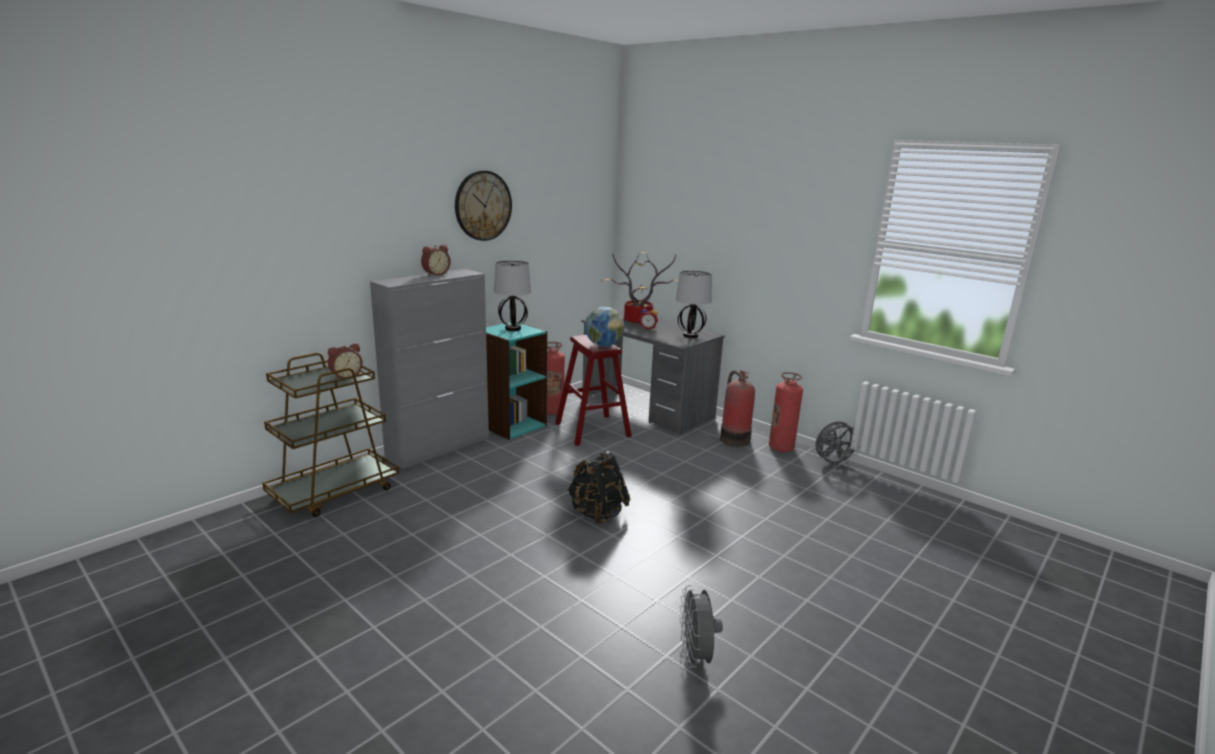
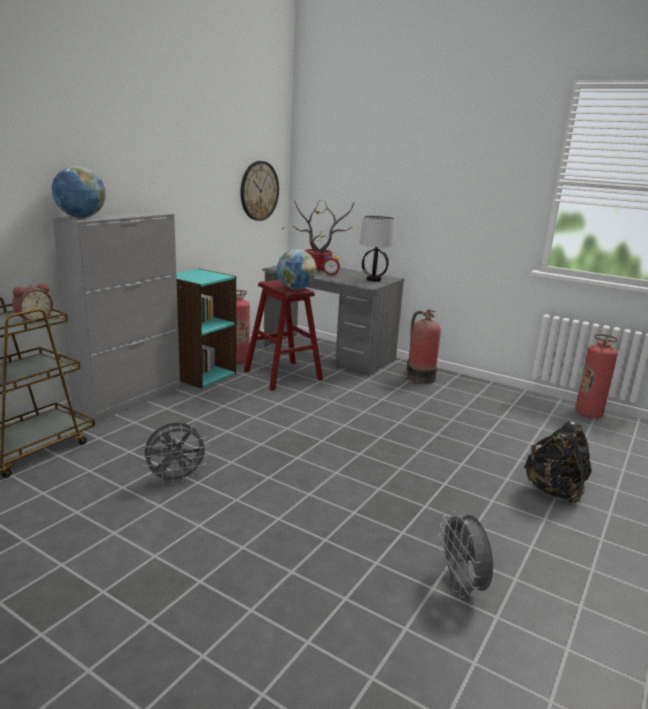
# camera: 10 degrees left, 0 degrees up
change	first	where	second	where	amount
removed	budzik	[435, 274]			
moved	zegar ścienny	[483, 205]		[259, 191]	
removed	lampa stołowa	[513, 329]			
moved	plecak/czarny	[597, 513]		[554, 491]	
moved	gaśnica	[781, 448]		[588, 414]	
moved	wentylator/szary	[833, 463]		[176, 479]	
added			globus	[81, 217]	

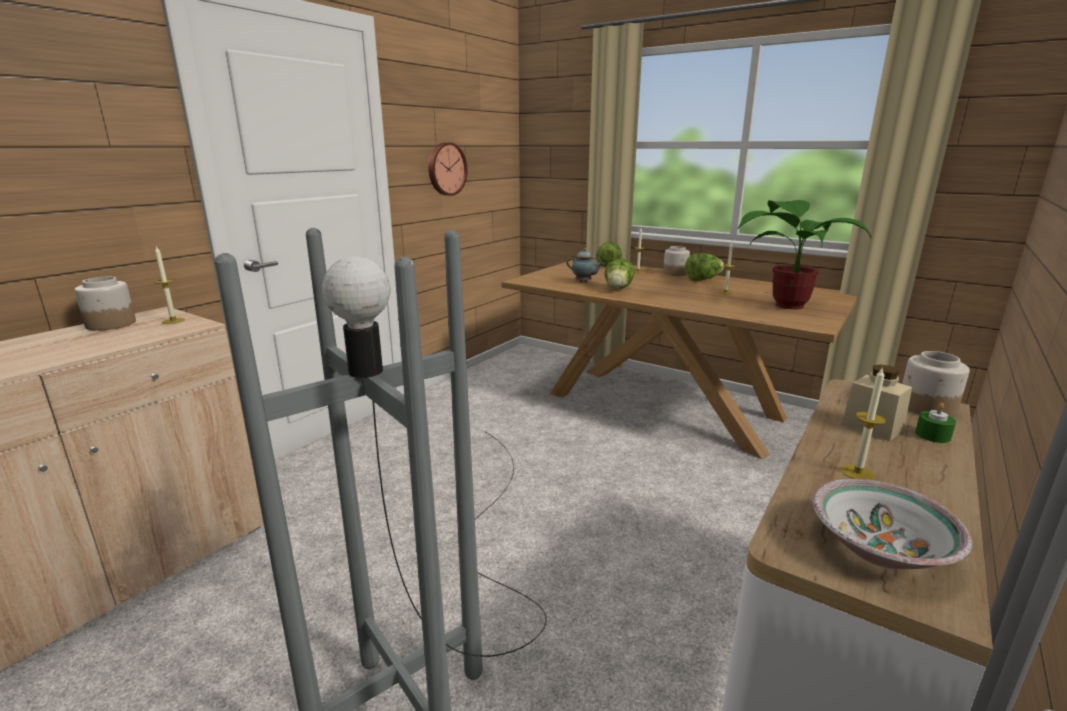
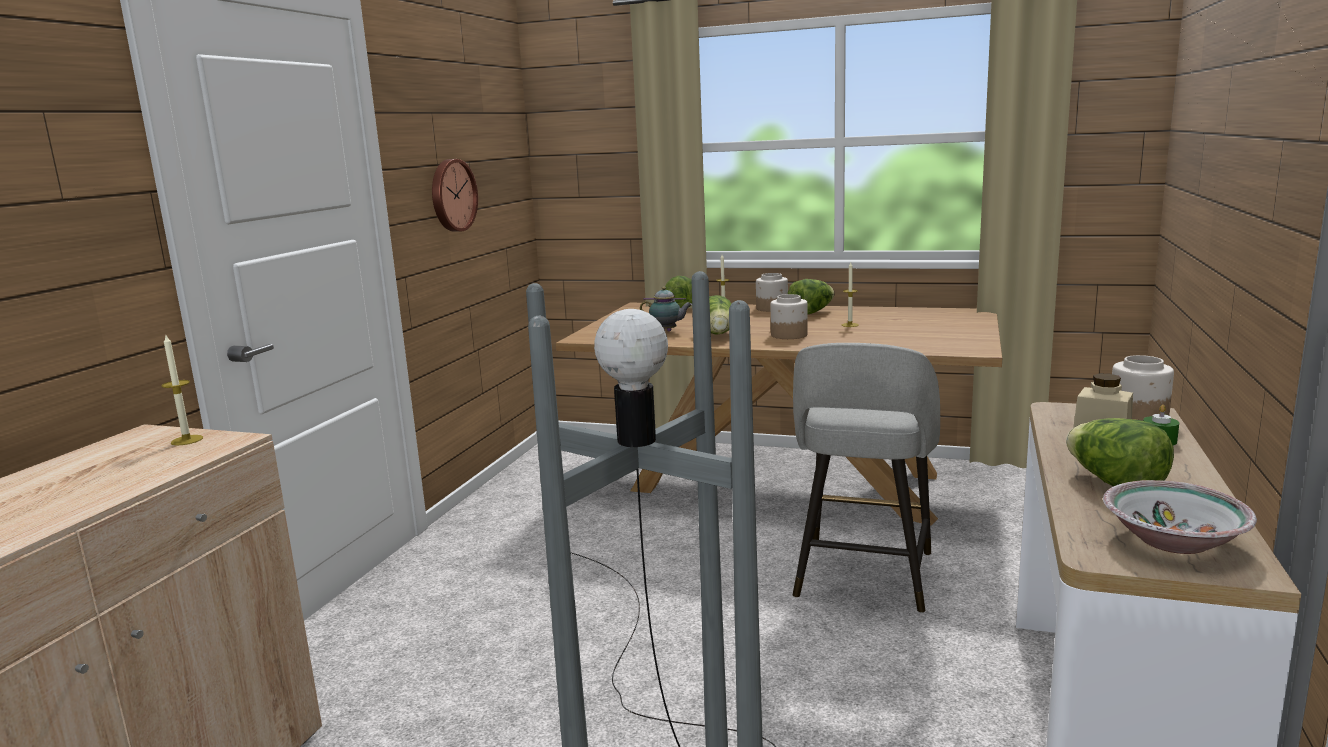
# camera: 15 degrees left, 5 degrees down
change	first	where	second	where	amount
moved	słoik	[110, 324]		[788, 335]	
removed	roślina doniczkowa	[785, 304]			
replaced	świeca	[857, 473]	sałata	[1115, 484]	
added			stołek/szary	[863, 577]	

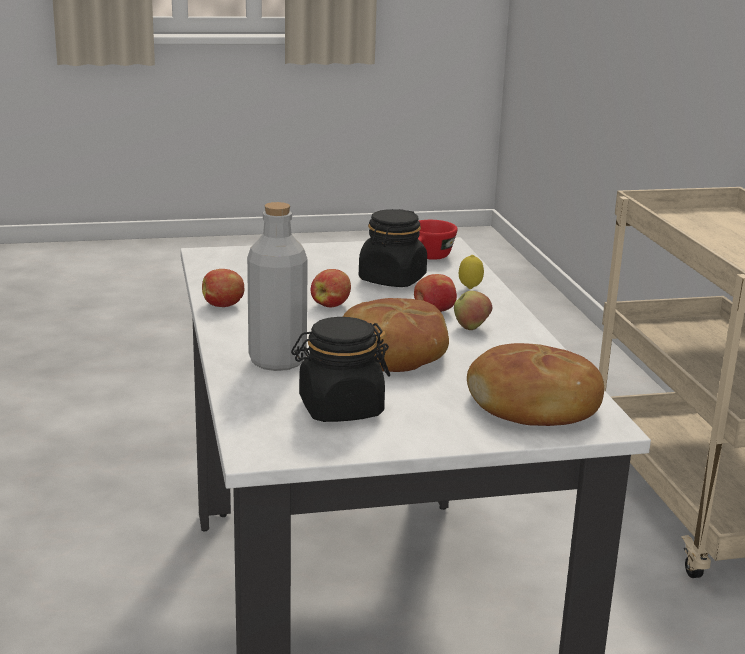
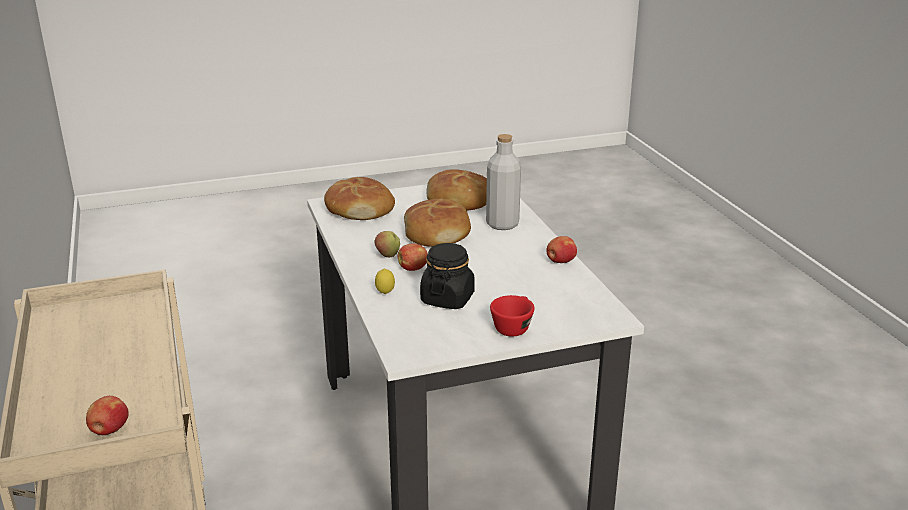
# camera: 175 degrees right, 5 degrees up
change	first	where	second	where	amount
replaced	słoik/czarny	[340, 409]	chleb	[458, 201]	
moved	jabłko	[331, 305]		[109, 430]	
moved	filiżanka/czerwony	[429, 258]		[513, 327]	

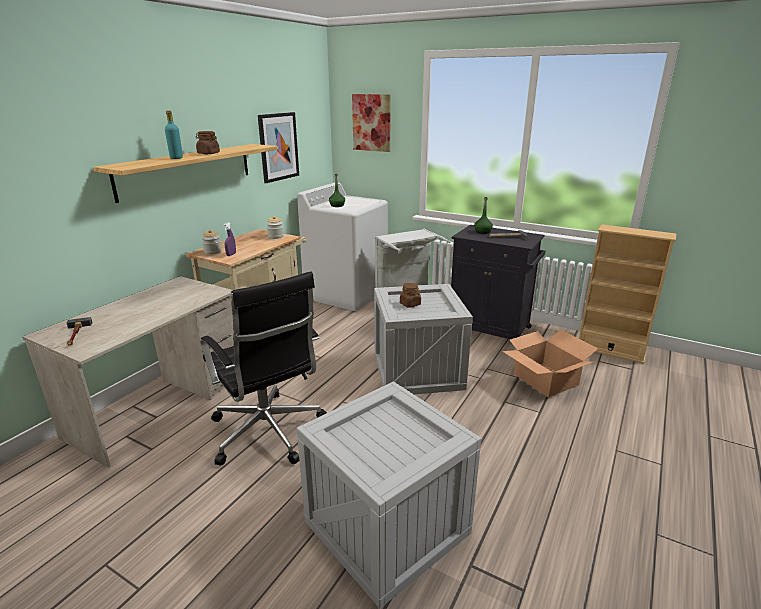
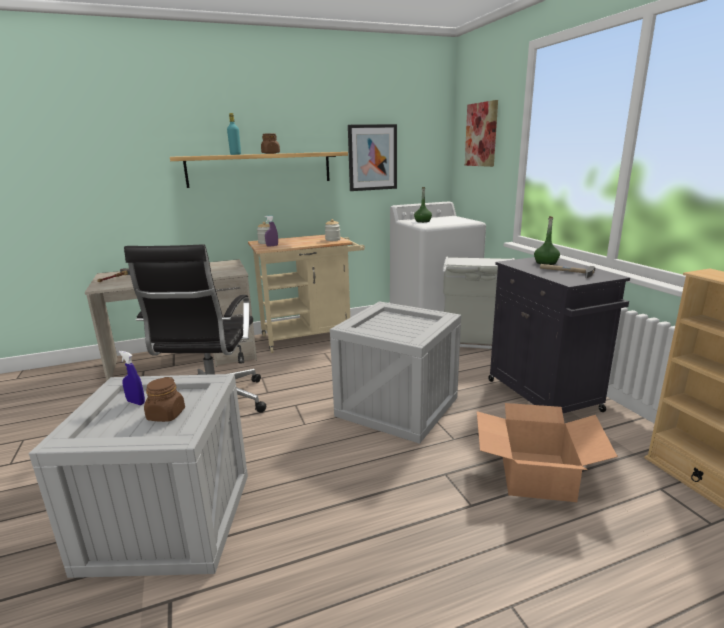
# camera: 40 degrees right, 5 degrees down
change	first	where	second	where	amount
moved	słoik/brązowy	[410, 304]		[166, 415]	
added			spryskiwacz/niebieski	[136, 402]	

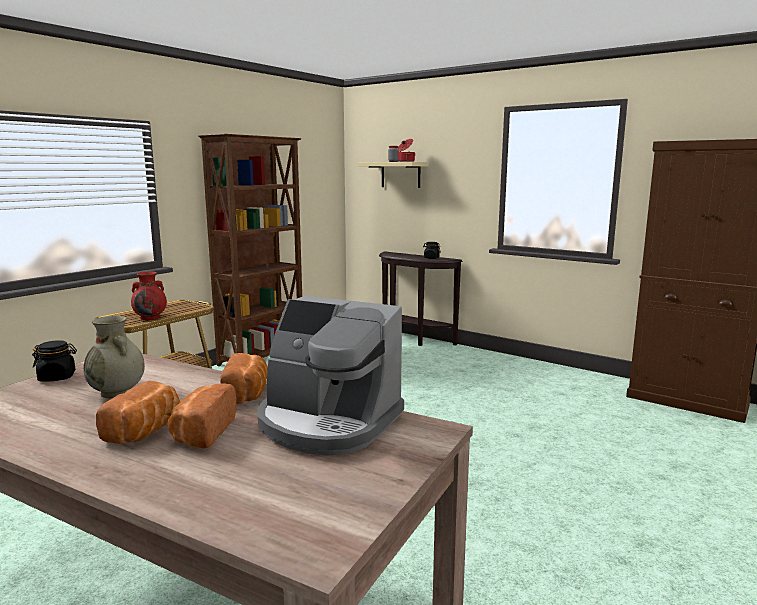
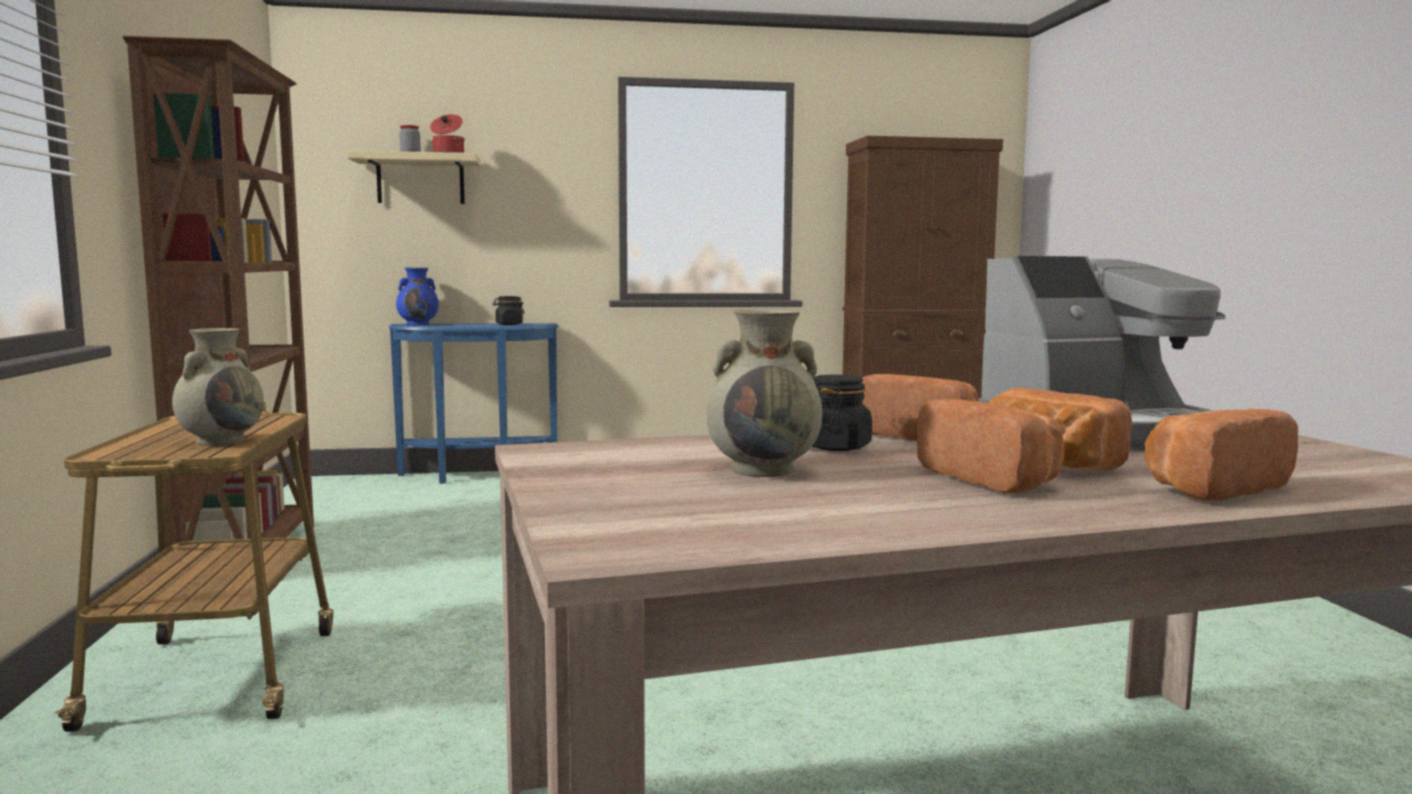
# camera: 45 degrees left, 5 degrees down
change	first	where	second	where	amount
moved	słoik/czarny	[57, 377]		[836, 447]	
recoloured	wazon/czerwony	[151, 317]	wazon/beżowy	[222, 441]	
recoloured	stolik konsolowy/brązowy	[413, 339]	stolik konsolowy/niebieski	[477, 477]	
added			wazon/niebieski	[418, 324]	
added			chleb	[1210, 487]	

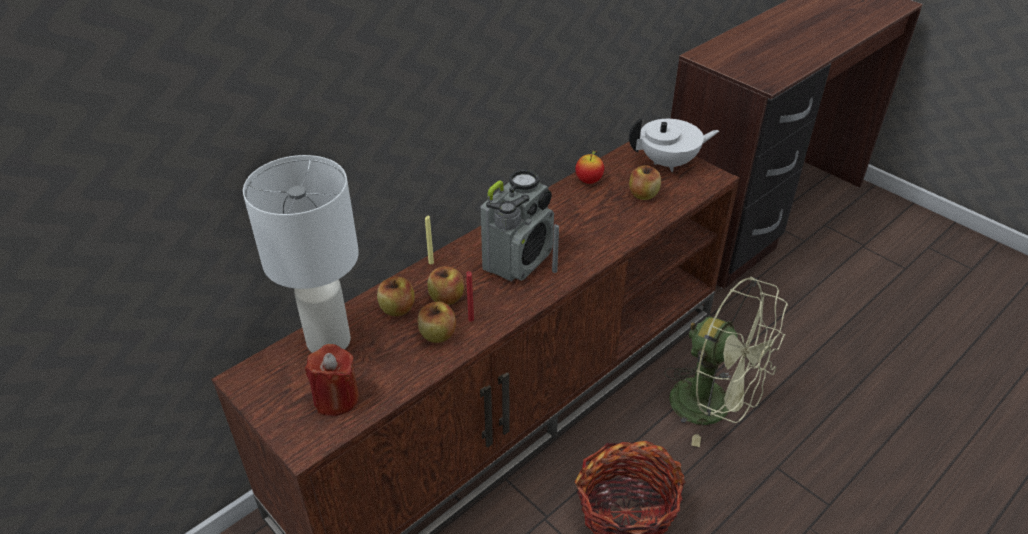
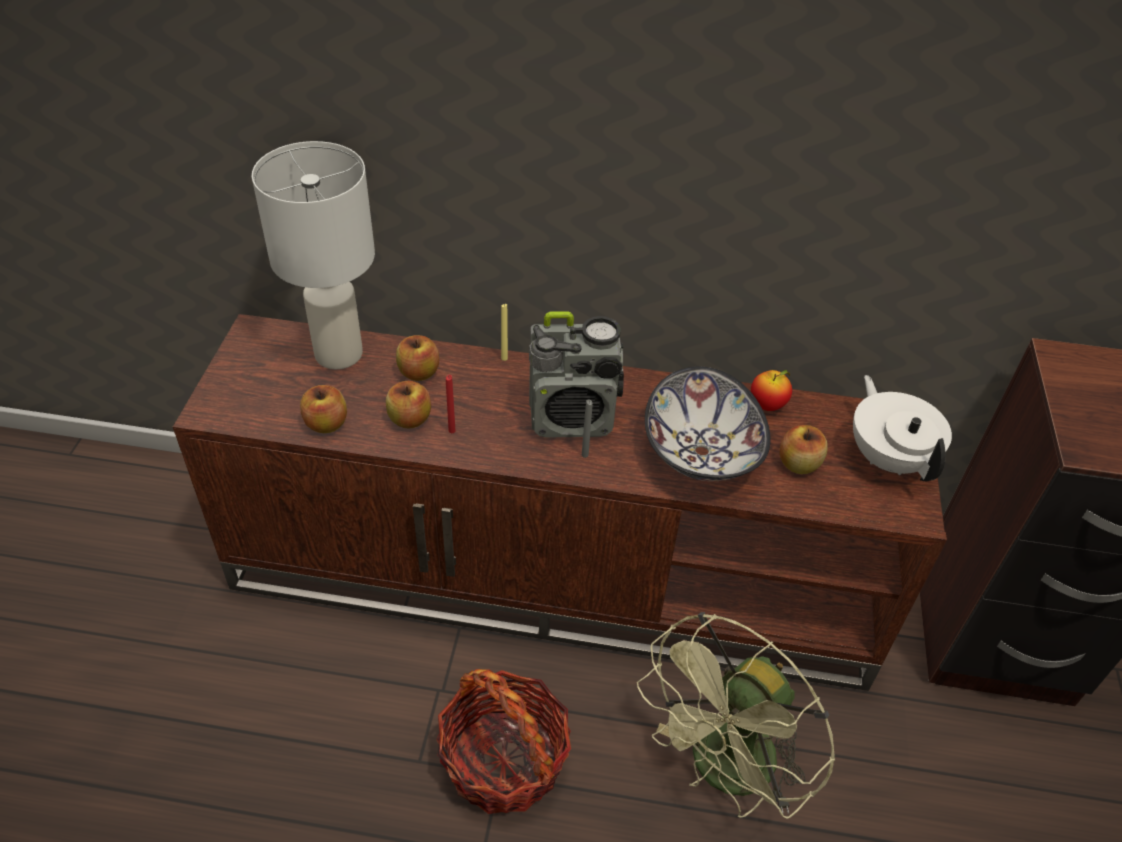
# camera: 50 degrees right, 5 degrees up
change	first	where	second	where	amount
removed	świeca/czerwony	[336, 398]			
moved	jabłko	[446, 298]		[326, 424]	
turned	imbryk/biały	[669, 163]		[889, 457]	150 degrees counterclockwise
turned	wentylator/zielony	[713, 407]		[724, 772]	45 degrees clockwise
added			miska	[700, 452]	

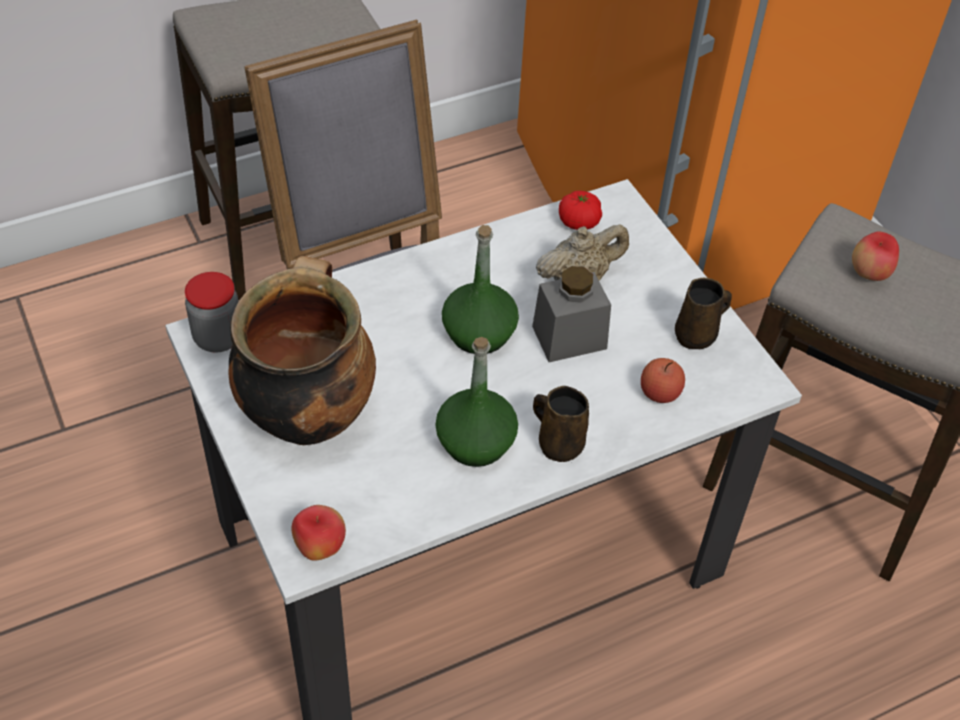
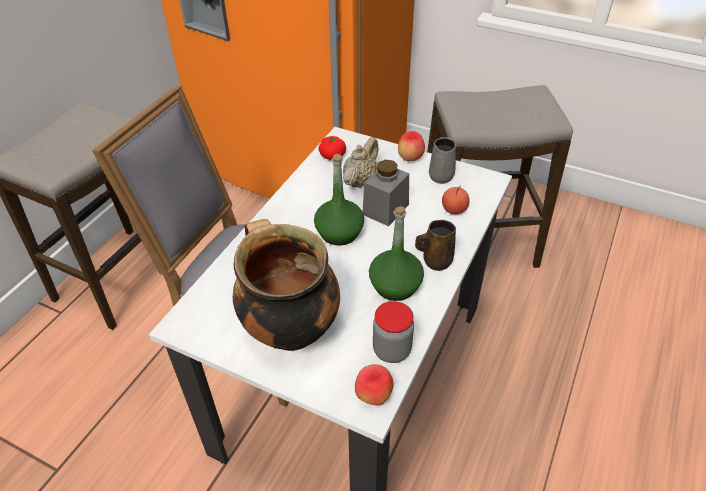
# camera: 35 degrees left, 5 degrees down
change	first	where	second	where	amount
moved	słoik	[218, 338]		[391, 350]	
recoloured	kubek/brązowy	[697, 335]	kubek/szary	[441, 175]	
moved	jabłko	[869, 274]		[410, 158]	

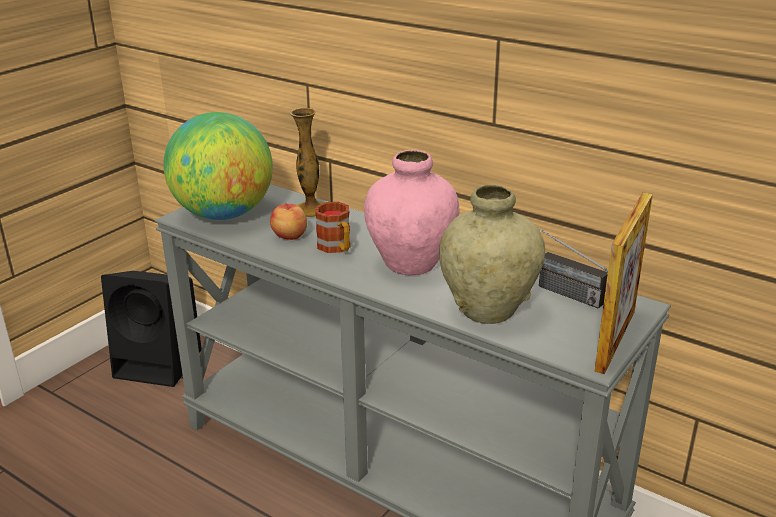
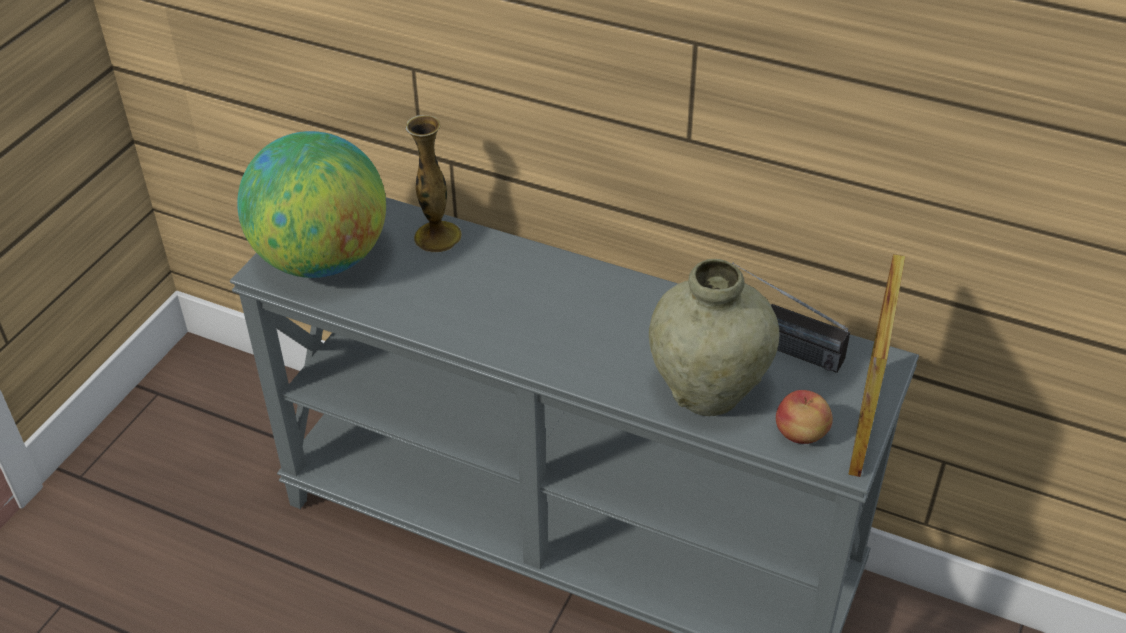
# camera: 10 degrees left, 15 degrees up
change	first	where	second	where	amount
removed	głośnik/czarny	[160, 363]			
moved	jabłko	[289, 236]		[801, 434]	
removed	kubek	[337, 248]			
removed	wazon/różowy	[411, 264]			

